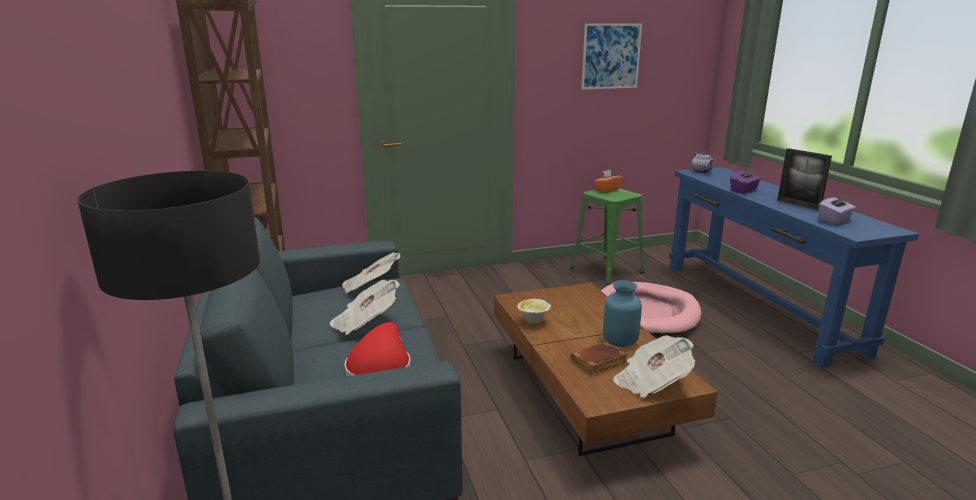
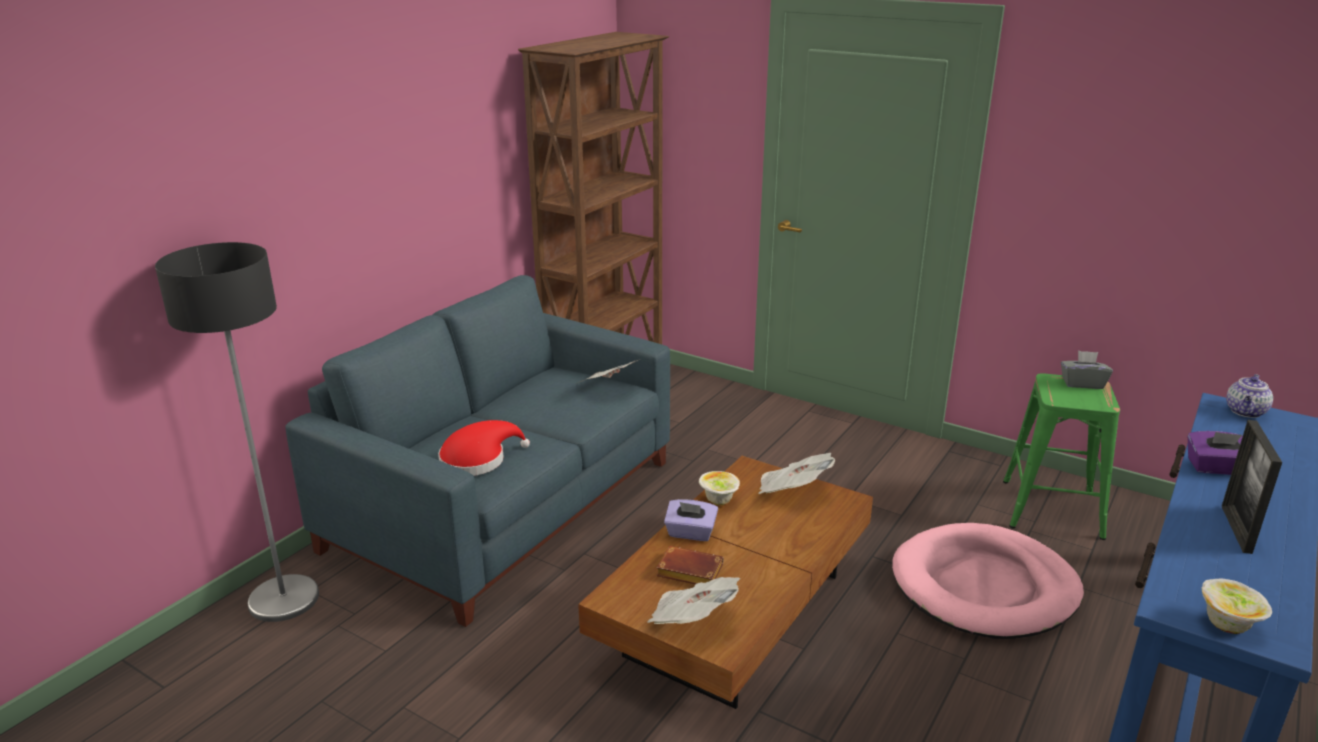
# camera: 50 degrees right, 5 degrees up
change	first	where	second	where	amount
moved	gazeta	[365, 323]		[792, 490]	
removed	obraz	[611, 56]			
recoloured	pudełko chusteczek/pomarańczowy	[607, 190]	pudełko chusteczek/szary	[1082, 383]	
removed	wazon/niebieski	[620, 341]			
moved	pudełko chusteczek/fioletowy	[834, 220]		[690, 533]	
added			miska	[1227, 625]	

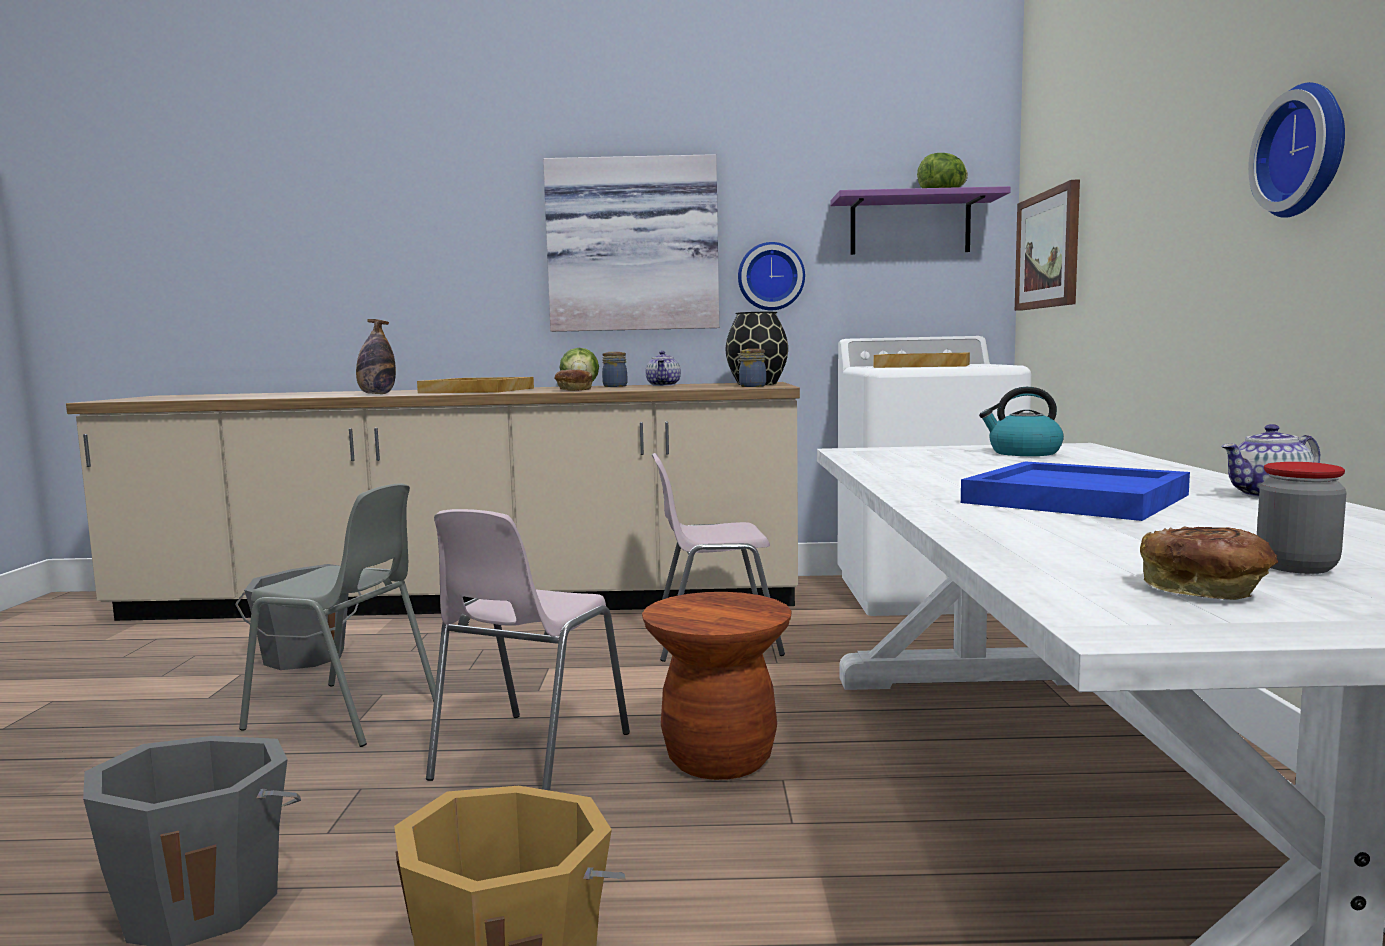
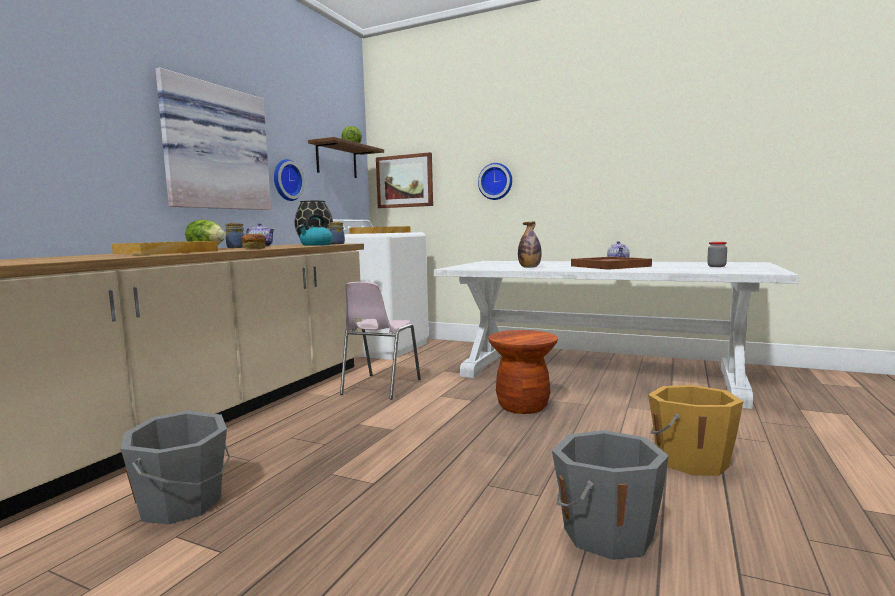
# camera: 65 degrees left, 0 degrees up
change	first	where	second	where	amount
removed	krzesło/szary	[345, 715]			
moved	butelka	[377, 394]		[529, 267]	
removed	krzesło/różowy	[528, 756]			
recoloured	półka/fioletowy	[910, 225]	półka/brązowy	[336, 160]	
recoloured	taca/niebieski	[1073, 499]	taca/brązowy	[610, 266]	
moved	czajnik	[1023, 453]		[316, 245]	
removed	chleb	[1205, 591]			
moved	zegar ścienny	[1307, 151]		[496, 181]	

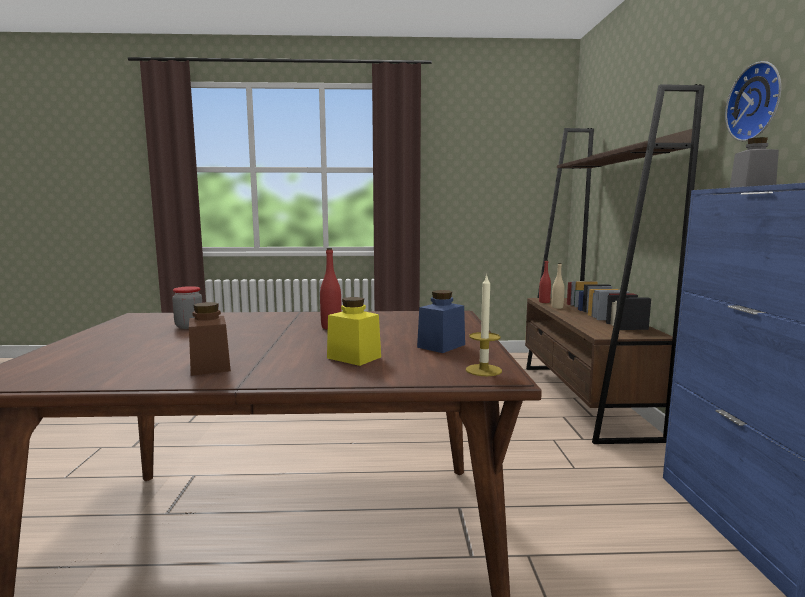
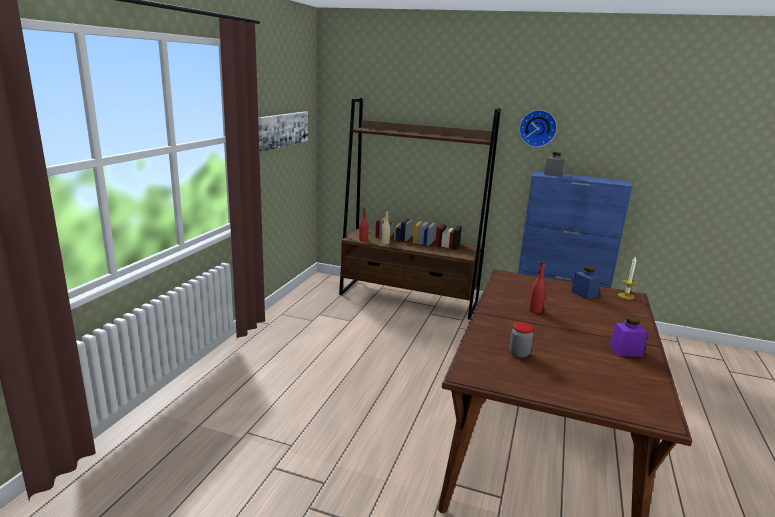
# camera: 70 degrees left, 10 degrees up
change	first	where	second	where	amount
recoloured	słoik/brązowy	[210, 366]	słoik/fioletowy	[625, 351]	
removed	słoik/żółty	[354, 357]			
added			obraz	[283, 130]	

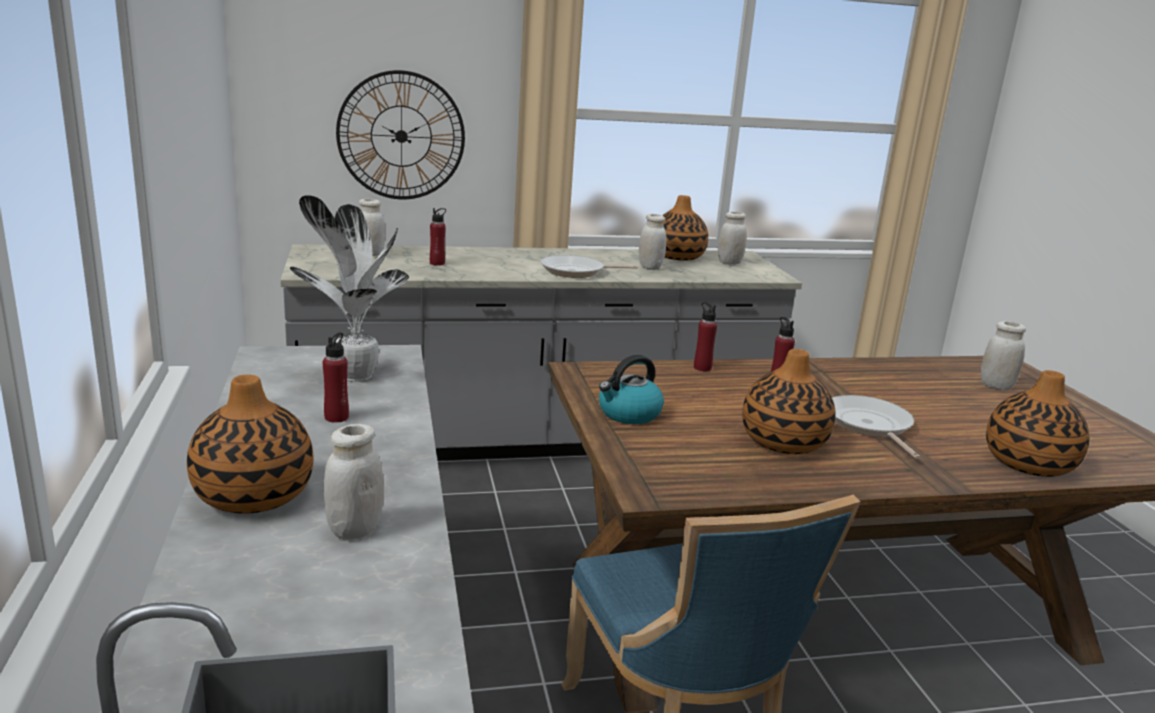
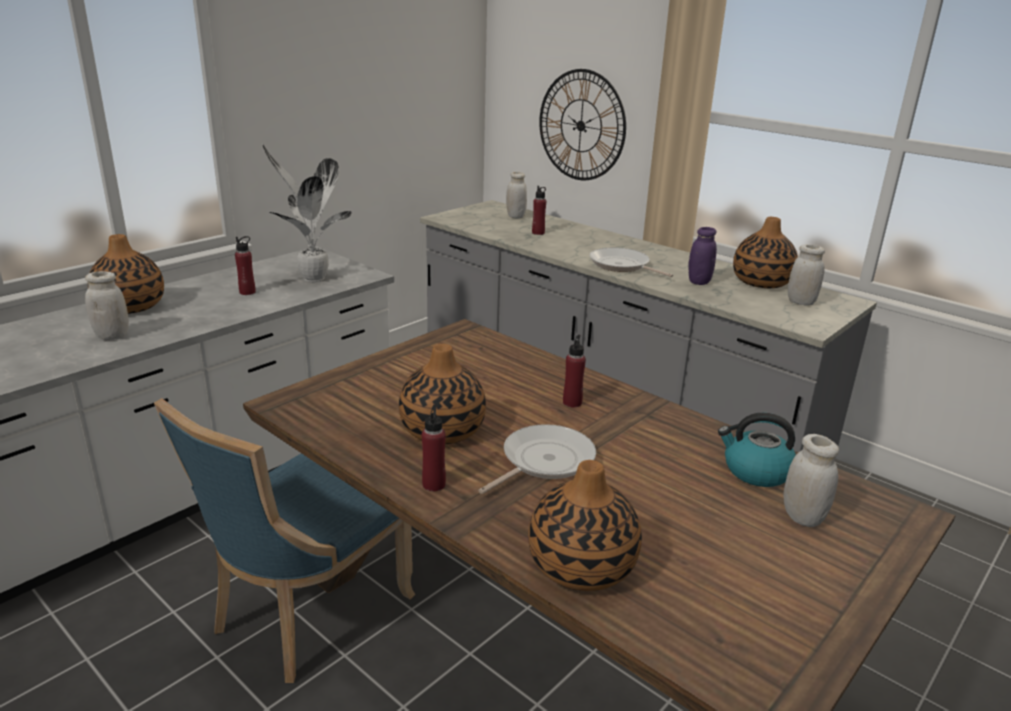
# camera: 55 degrees right, 5 degrees up
change	first	where	second	where	amount
moved	czajnik	[629, 414]		[756, 471]	
recoloured	słoik/biały	[650, 267]	słoik/fioletowy	[699, 282]	
moved	butelka/czerwony	[702, 368]		[434, 484]	

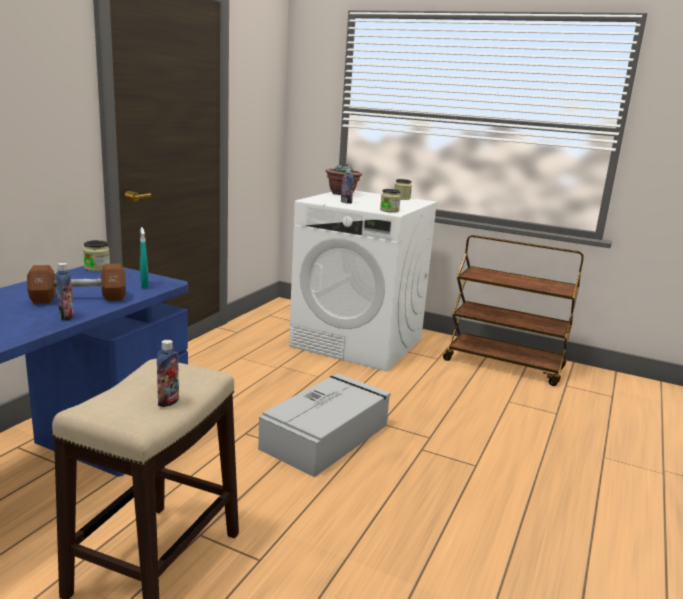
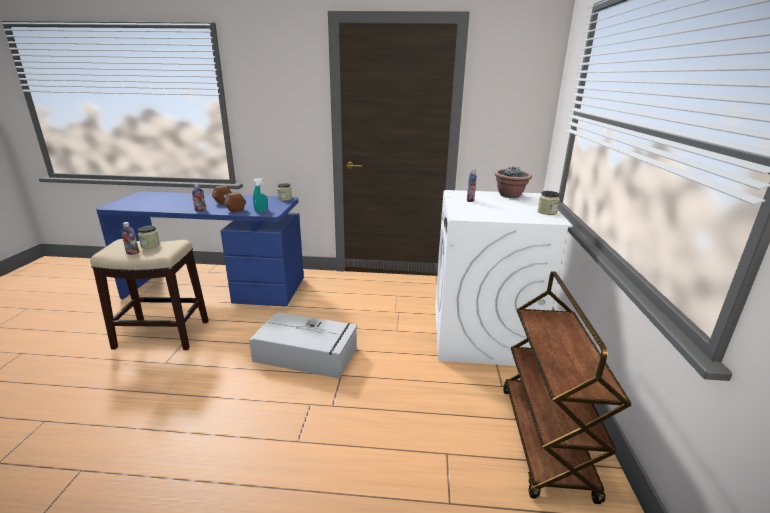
# camera: 70 degrees right, 5 degrees up
change	first	where	second	where	amount
moved	słoik	[389, 210]		[150, 245]	

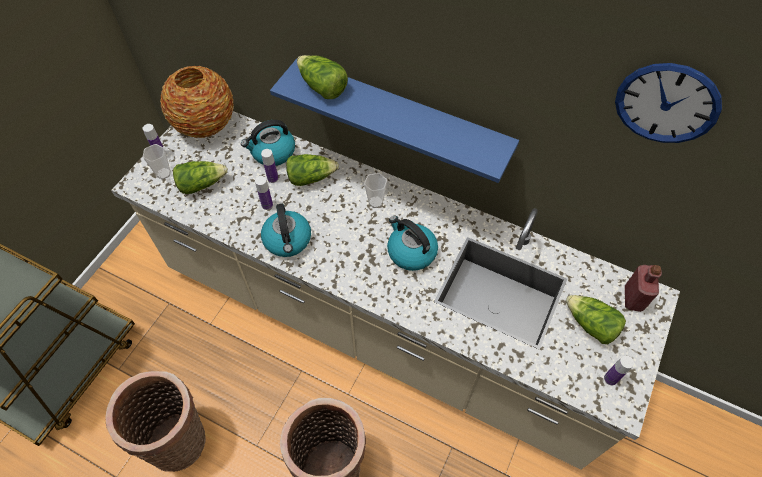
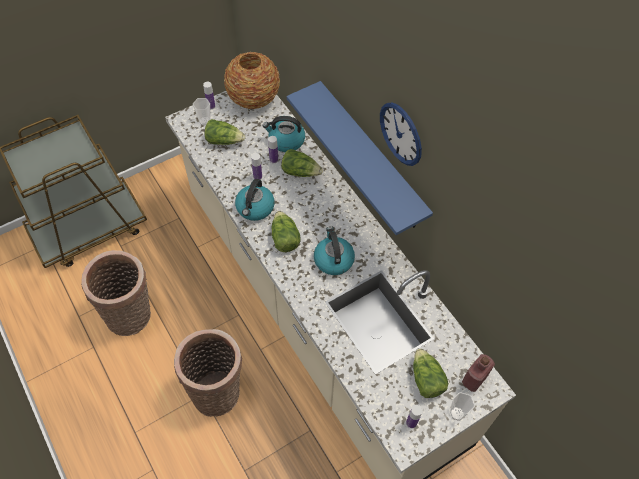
# camera: 30 degrees right, 0 degrees up
change	first	where	second	where	amount
moved	sałata	[322, 87]		[284, 238]	
moved	filiżanka	[375, 202]		[457, 413]	
moved	zegar ścienny	[666, 103]		[401, 134]	

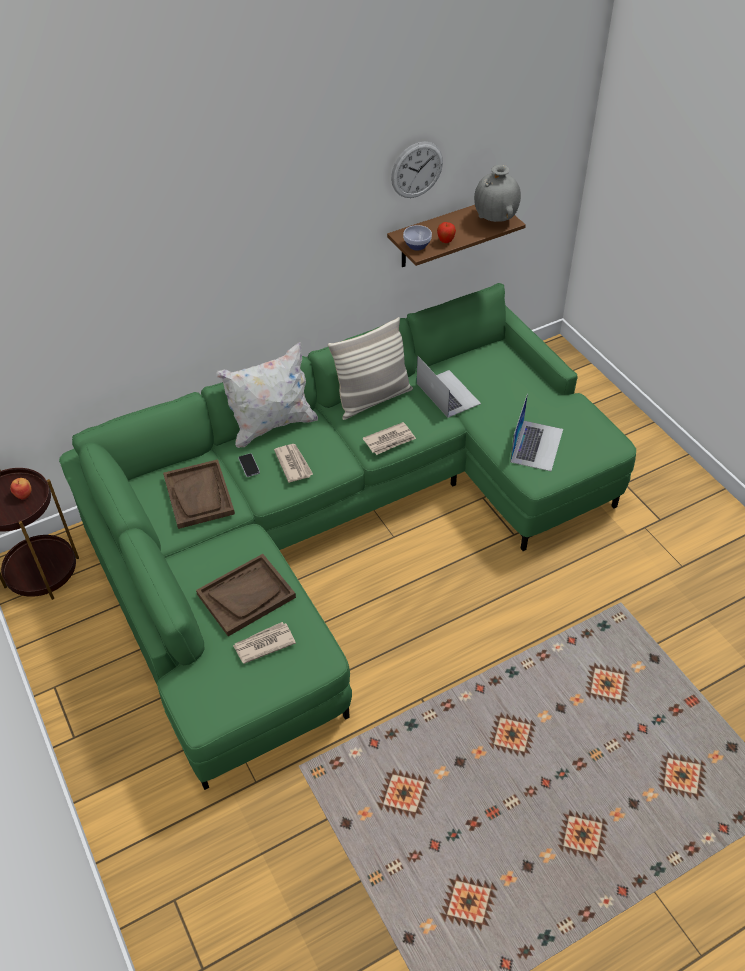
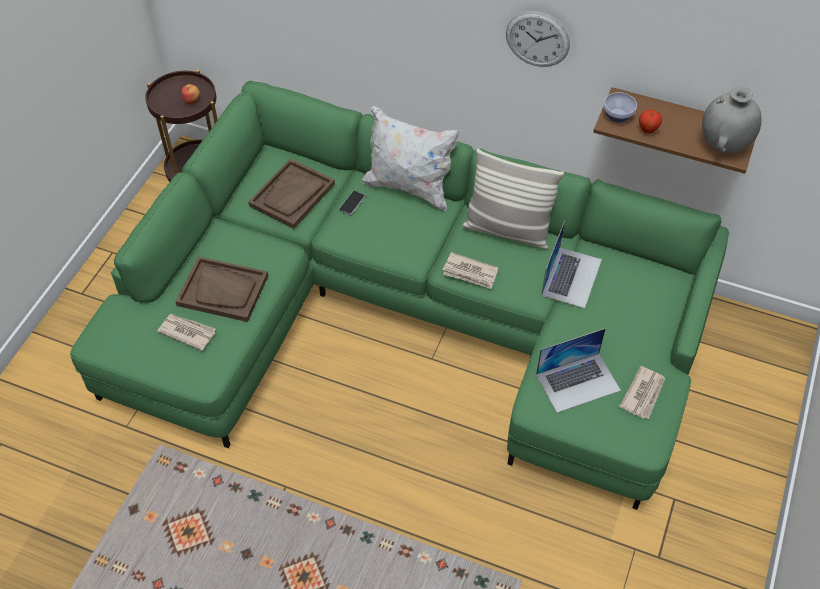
# camera: 50 degrees right, 5 degrees up
change	first	where	second	where	amount
moved	gazeta	[293, 464]		[643, 394]	
moved	zegar ścienny	[417, 170]		[537, 39]	

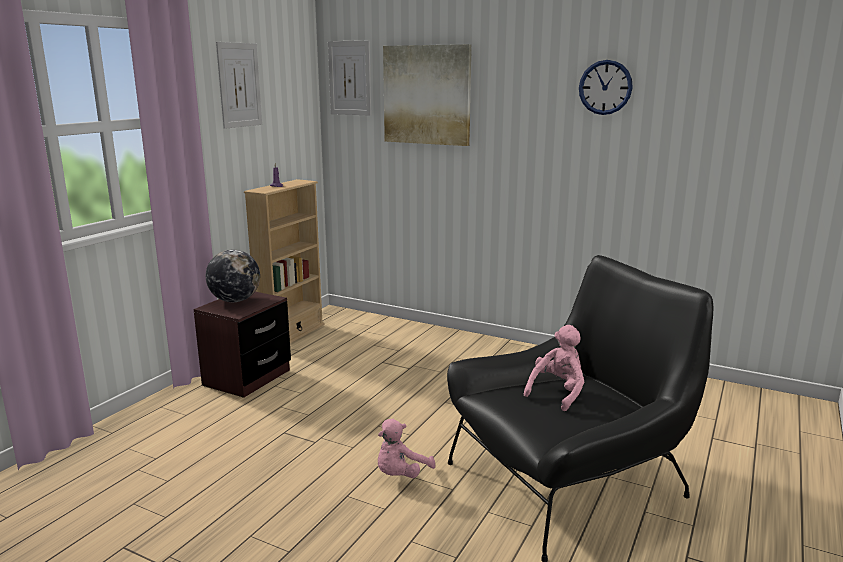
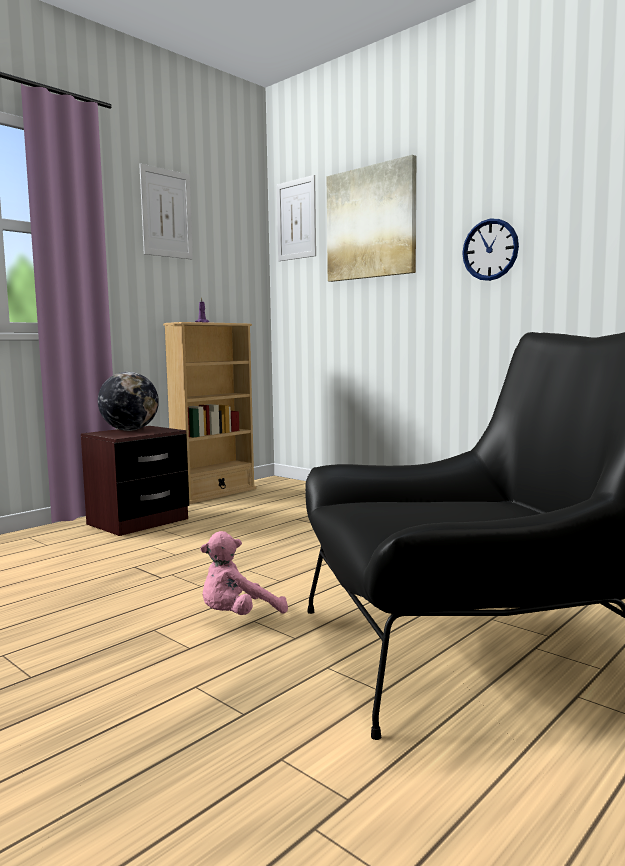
# camera: 15 degrees right, 10 degrees down
change	first	where	second	where	amount
removed	pluszak/różowy	[557, 393]			
moved	zegar ścienny	[605, 87]		[490, 250]	

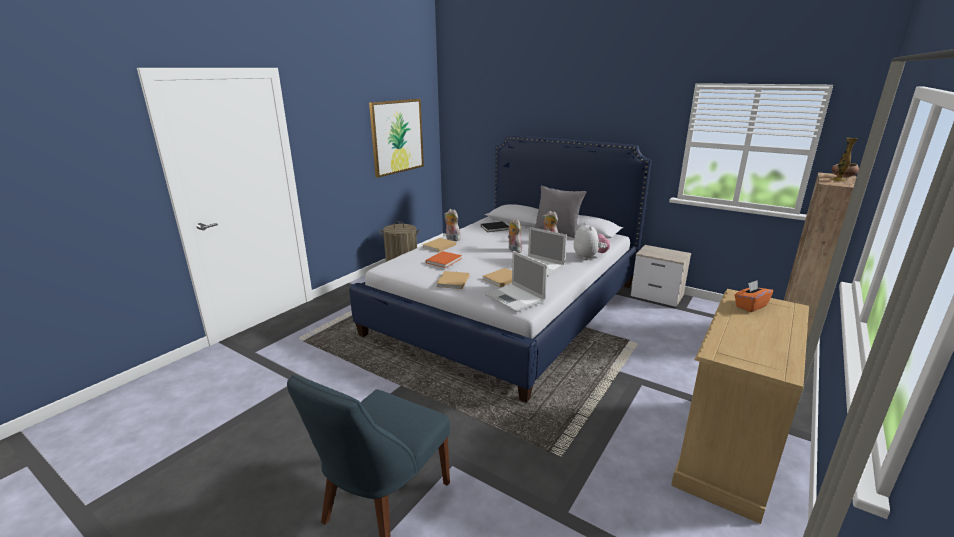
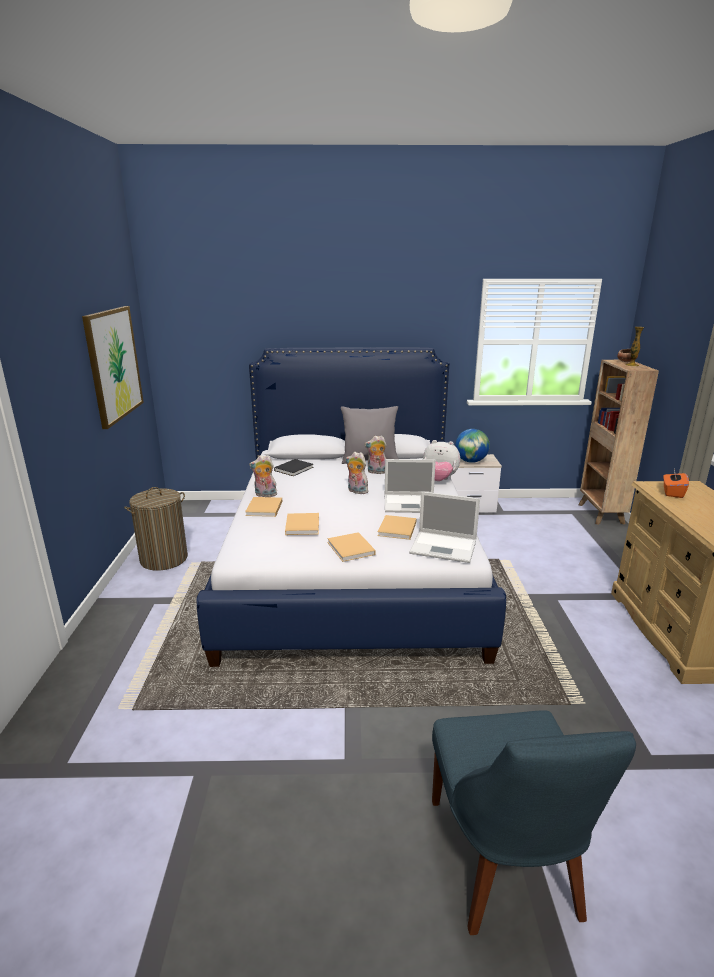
# camera: 35 degrees left, 0 degrees up
change	first	where	second	where	amount
recoloured	książka/pomarańczowy	[444, 260]	książka/beżowy	[302, 525]	
turned	pluszak	[589, 257]		[439, 480]	150 degrees clockwise
added			globus	[471, 461]	

